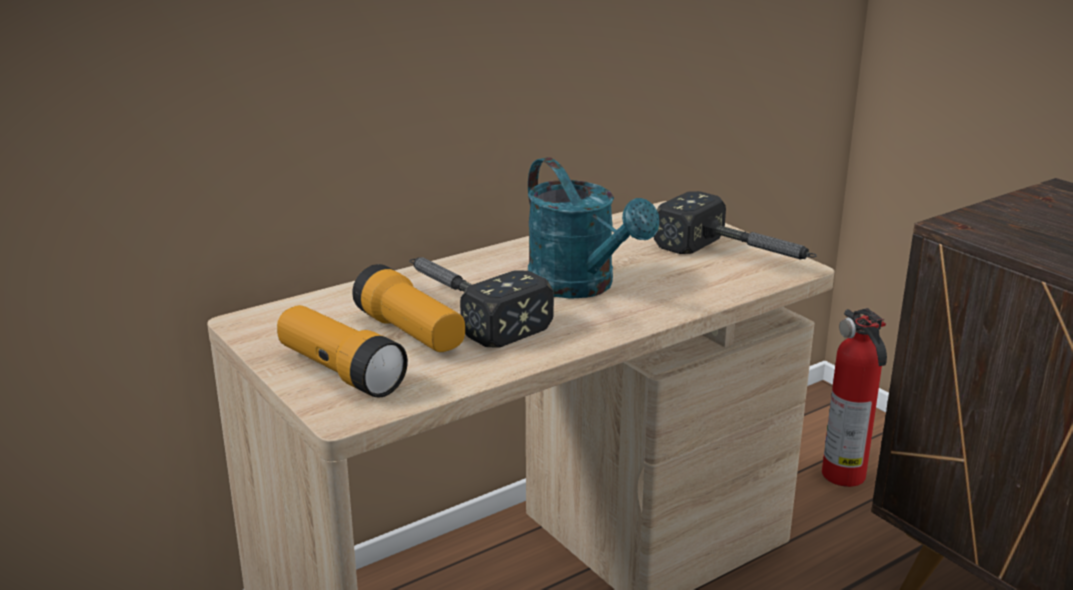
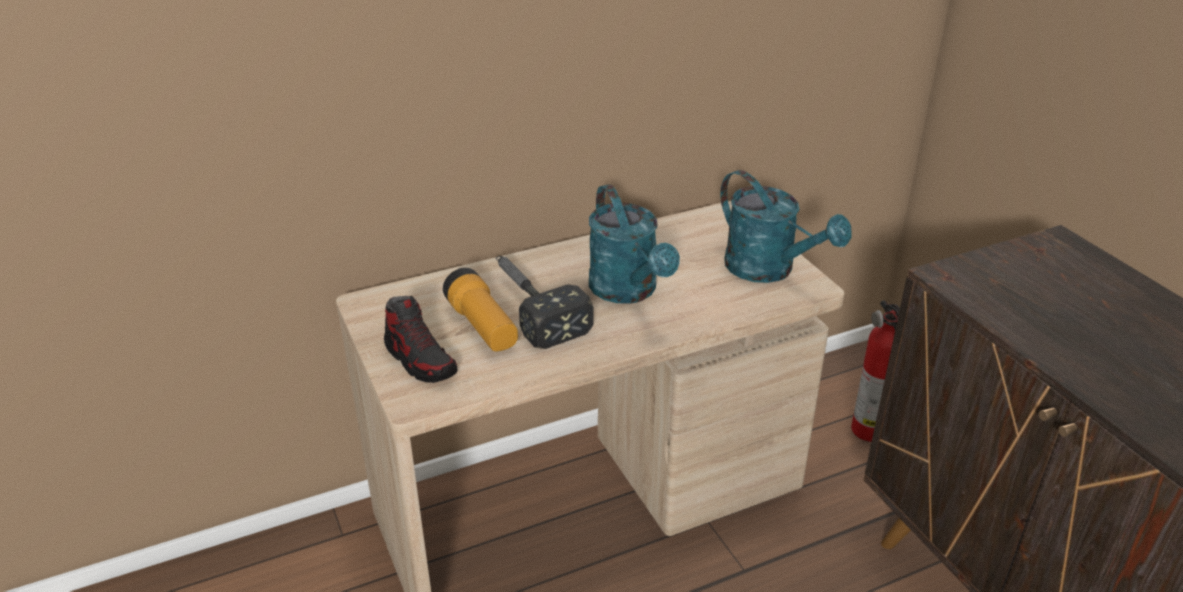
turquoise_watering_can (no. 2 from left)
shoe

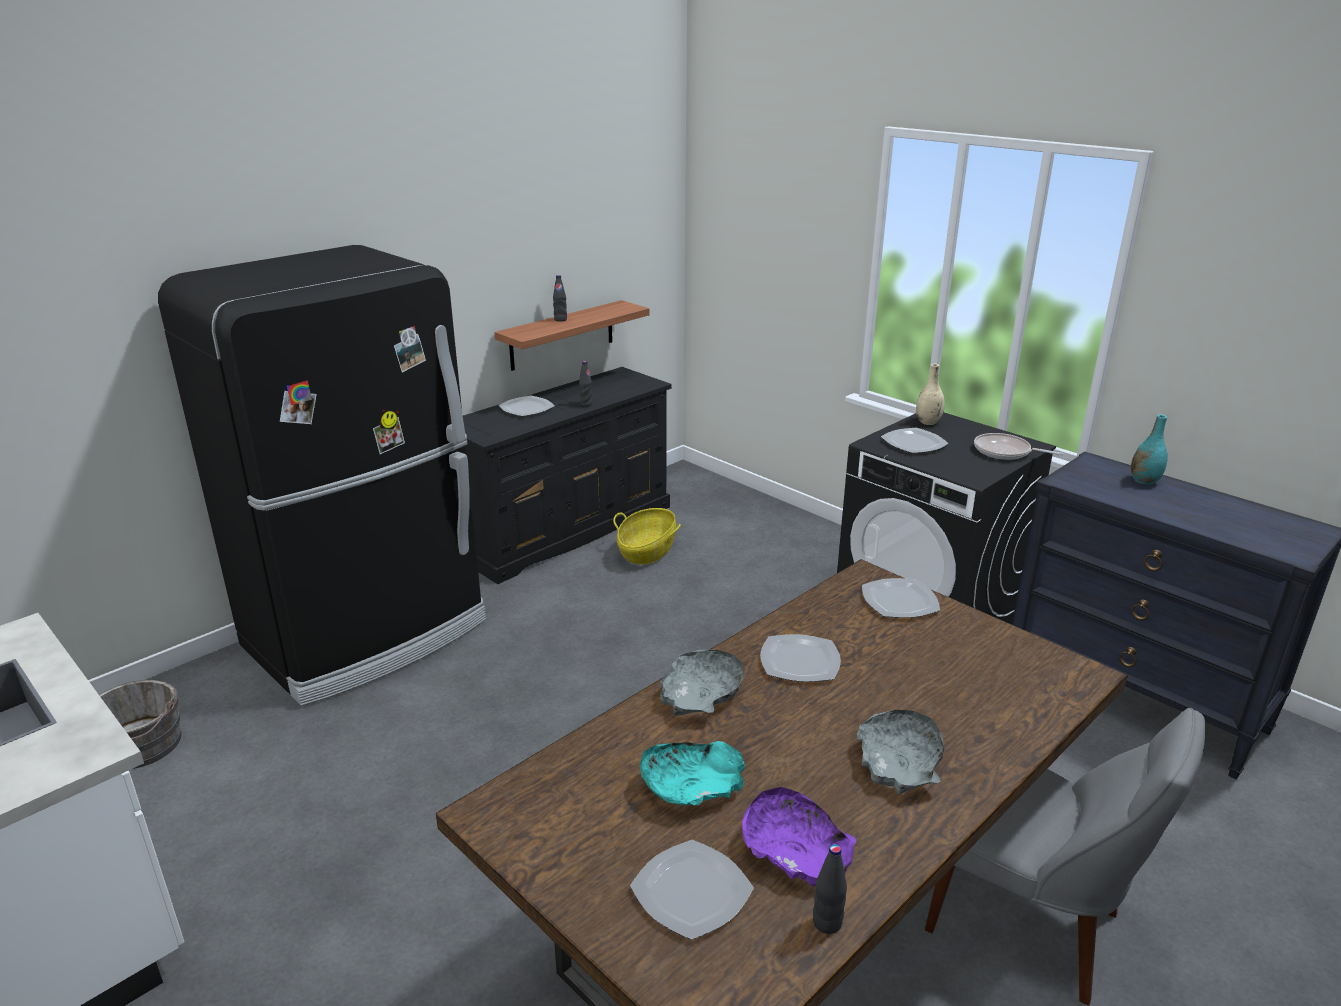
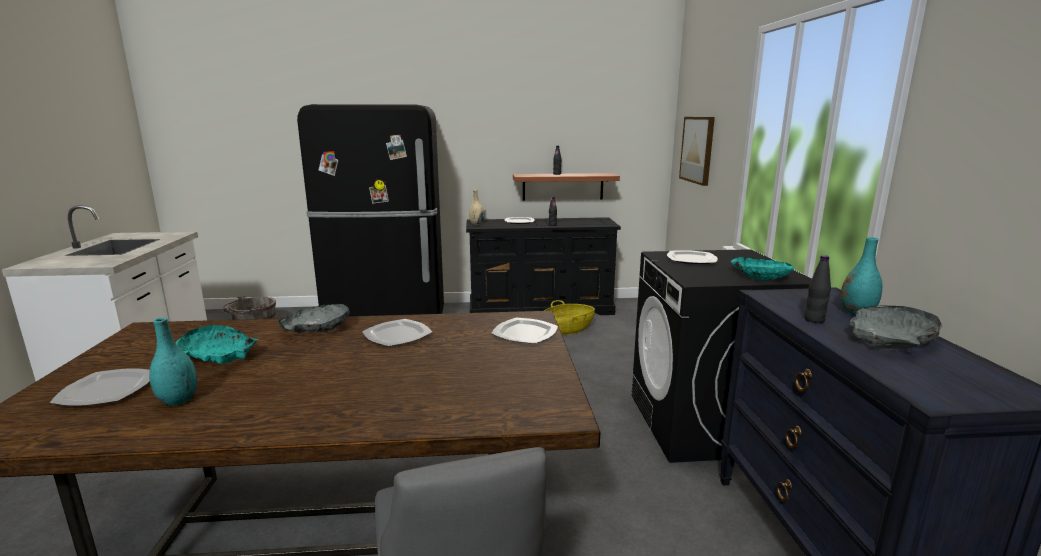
beige_vase
turquoise_bowl (no. 2 from left)
grey_bowl (no. 2 from left)
turquoise_vase (no. 1 from left)
black_bottle (no. 3 from left)
picture

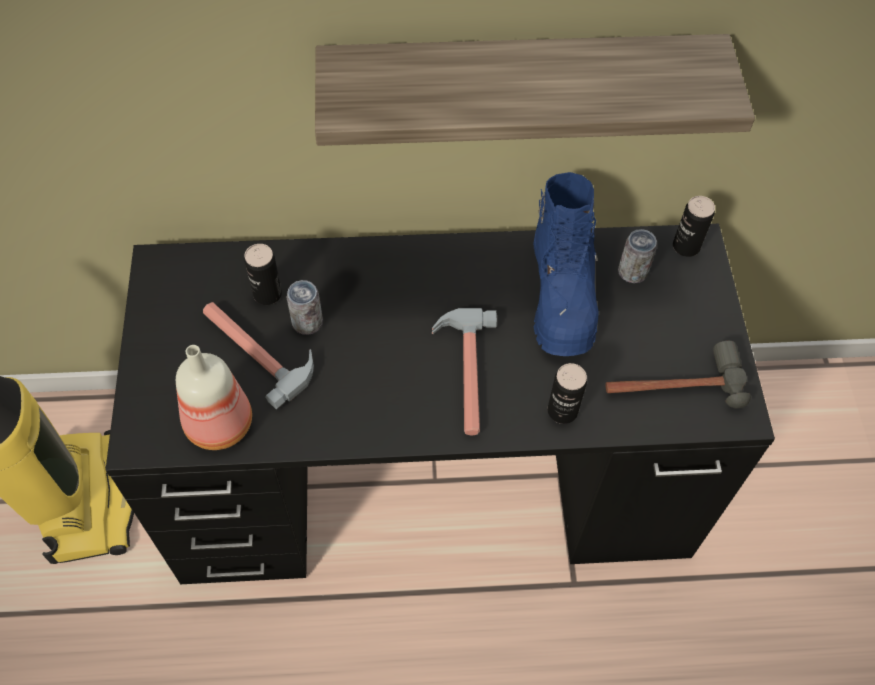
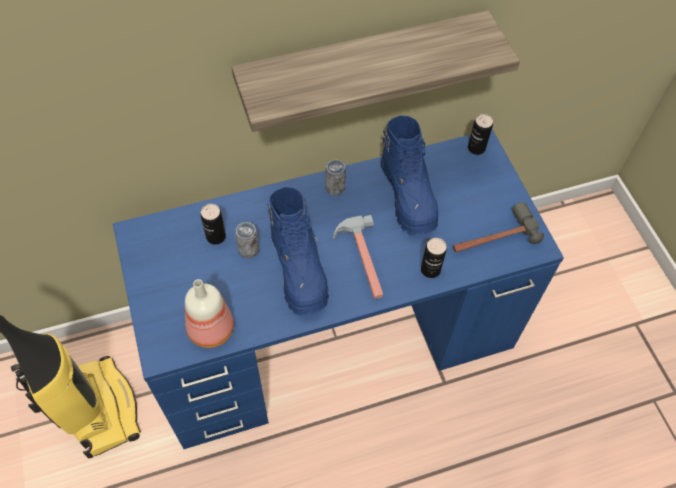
blue_desk
can (no. 3 from left)
hammer (no. 1 from left in the first image)
blue_boot (no. 1 from left)

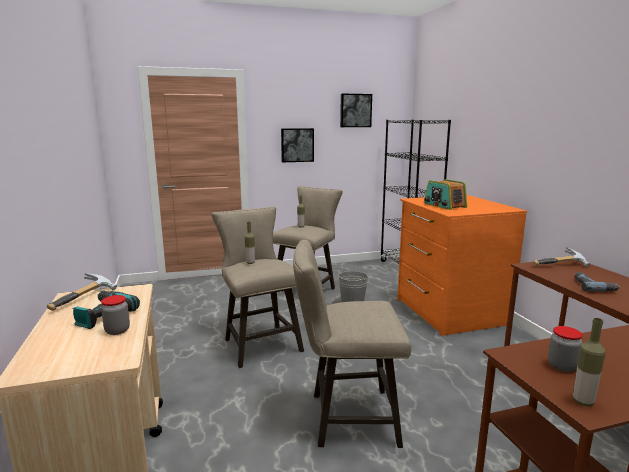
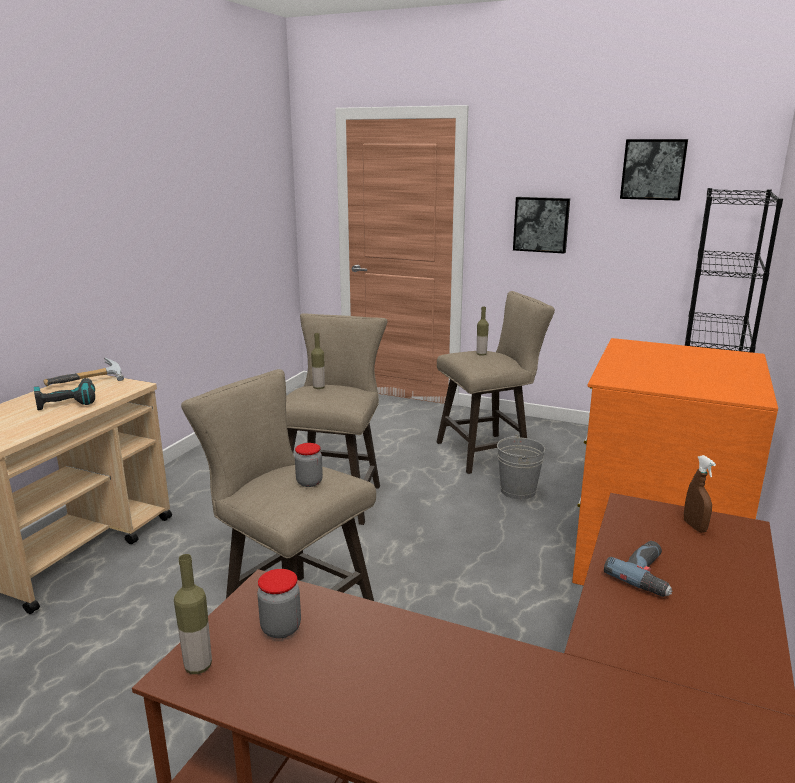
radio
brown_spray_bottle
jar (no. 2 from left)

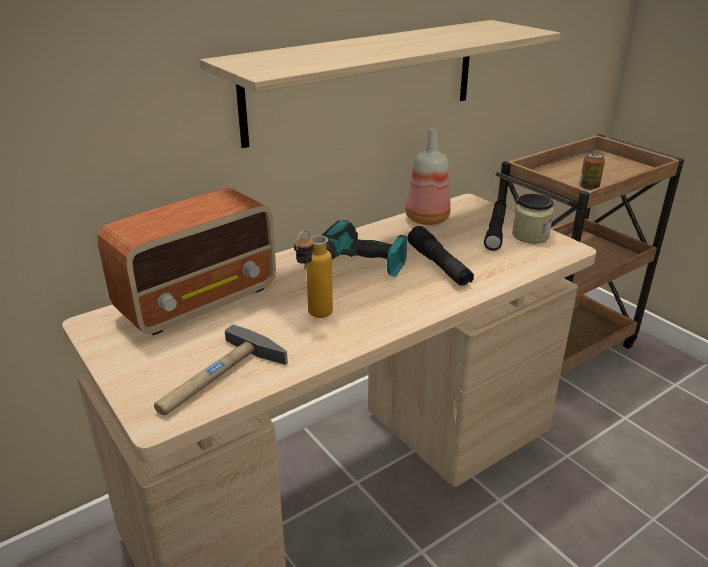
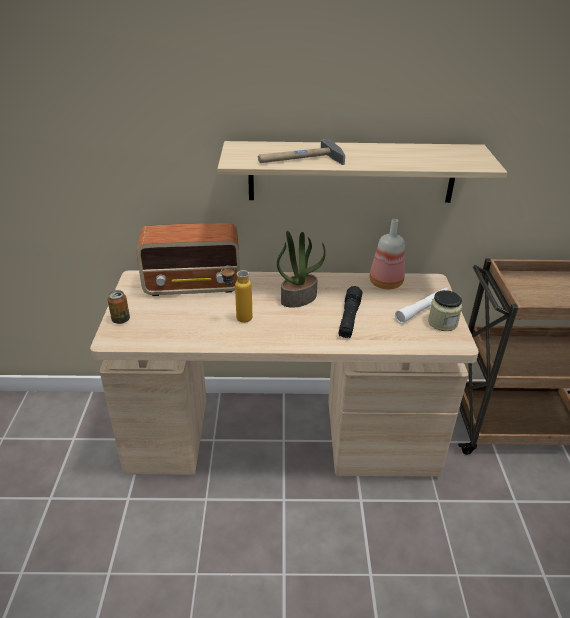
can
white_flashlight
potted_plant
hammer

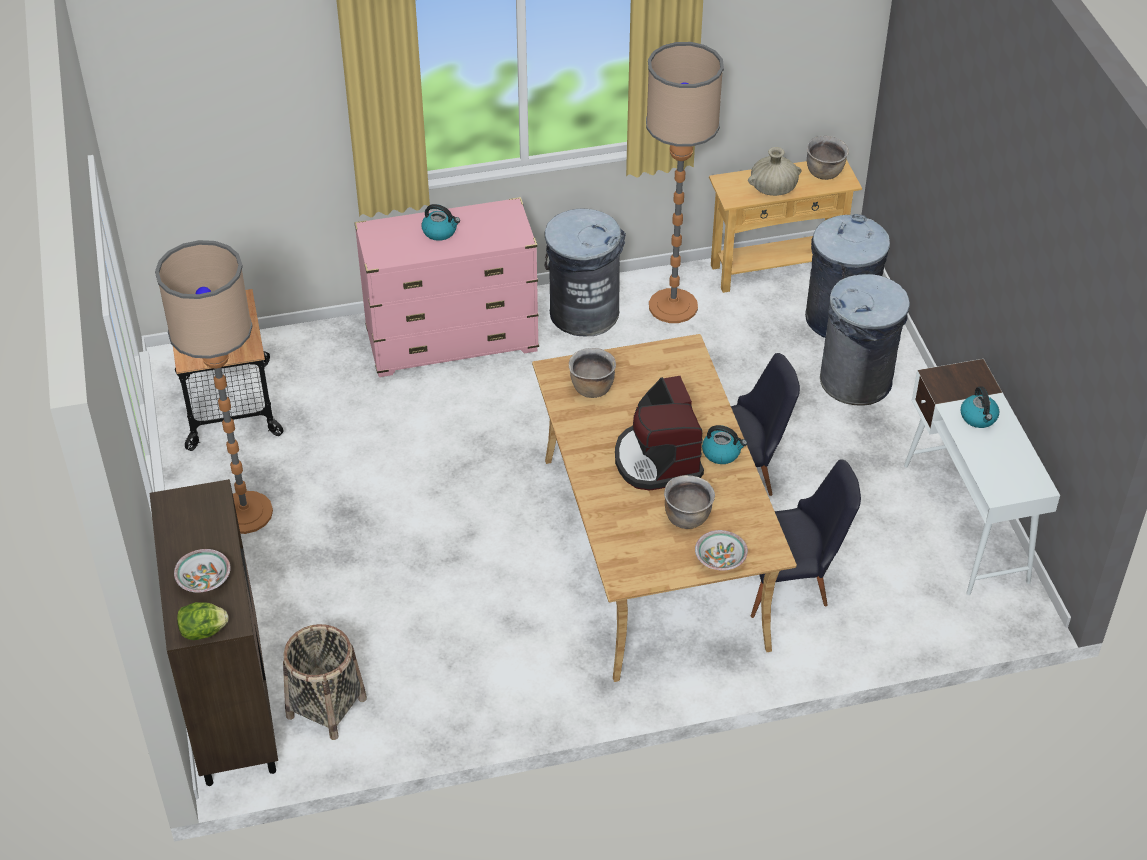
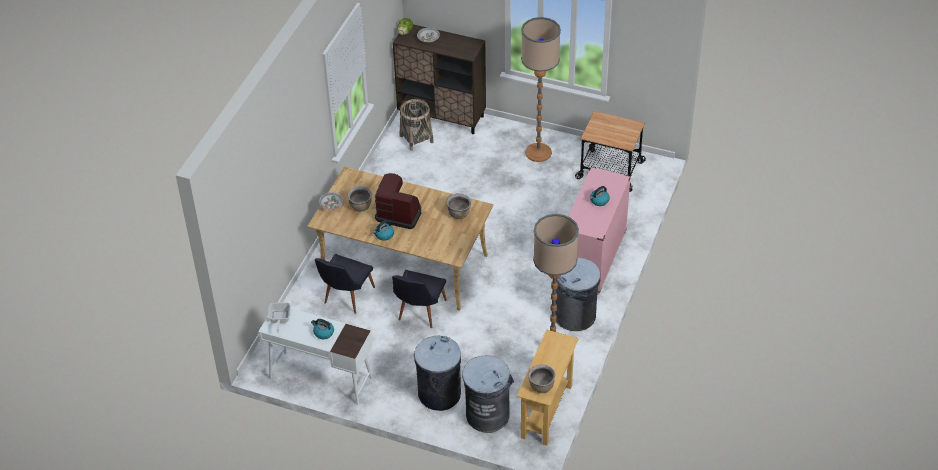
beige_vase
frying_pan

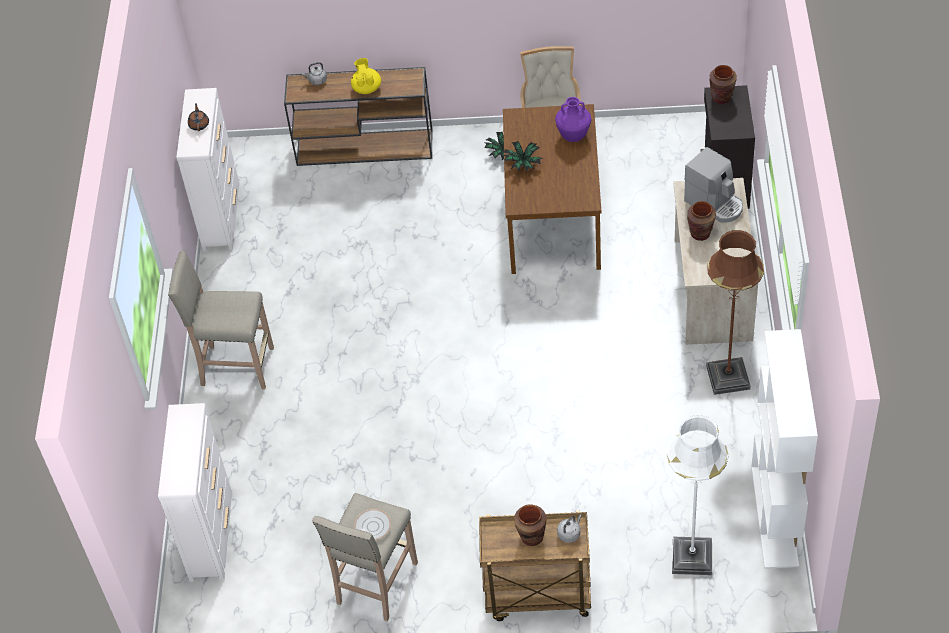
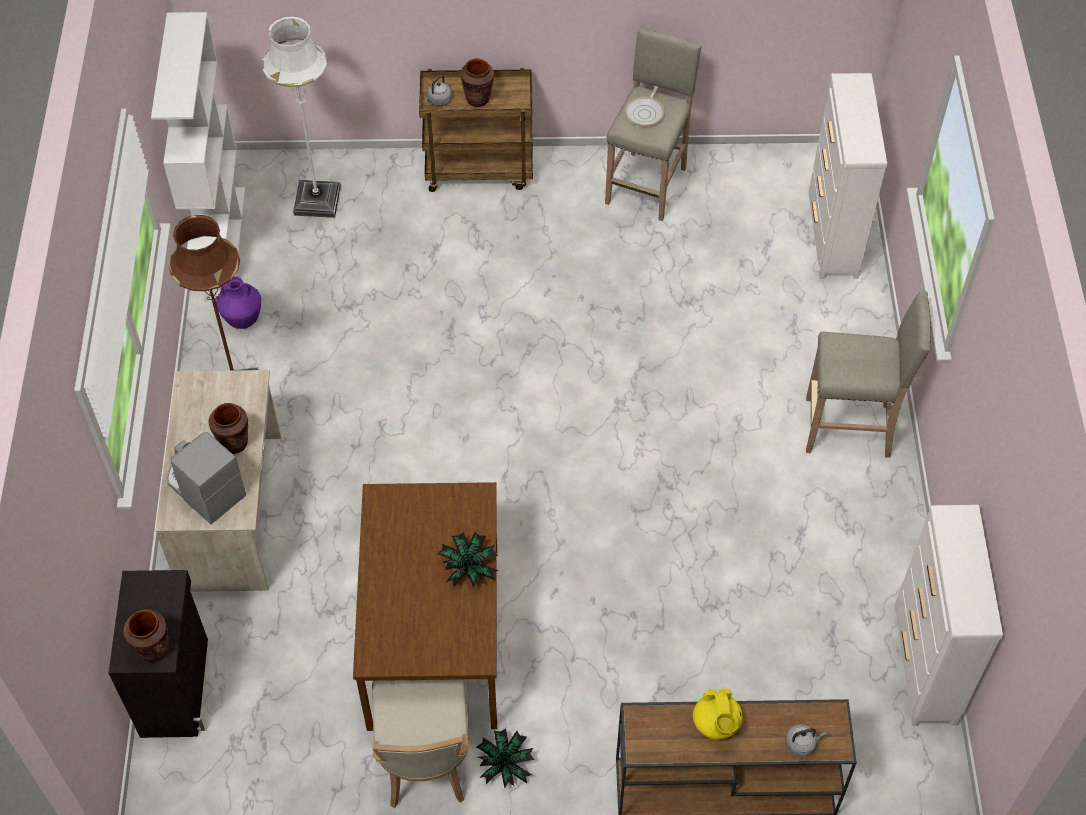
purple_vase
brown_teapot

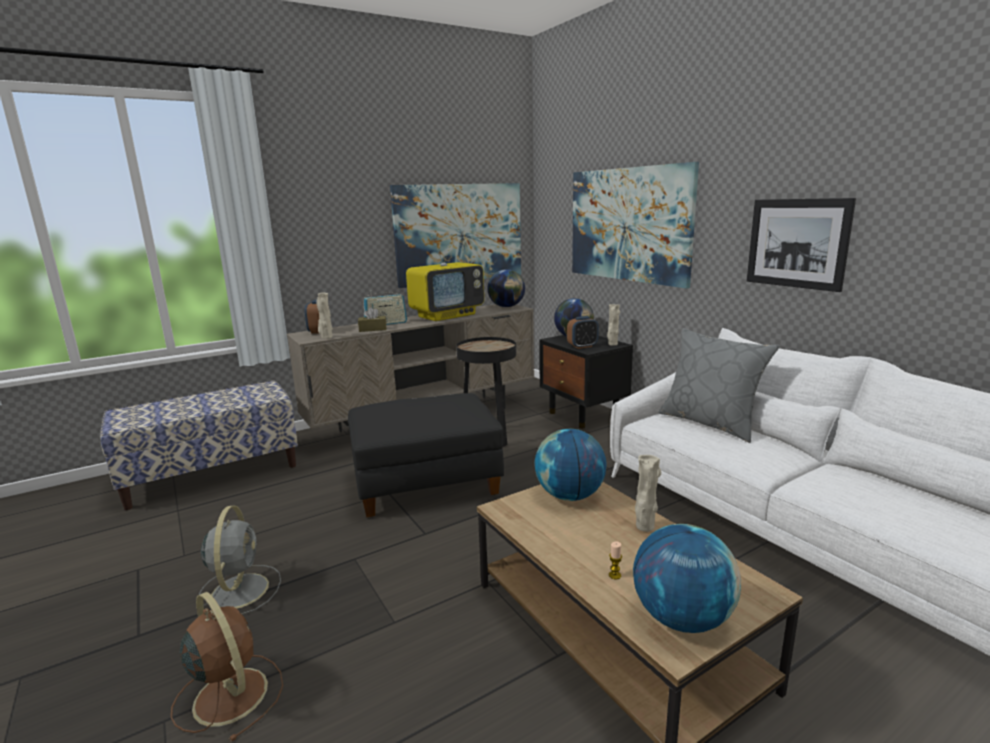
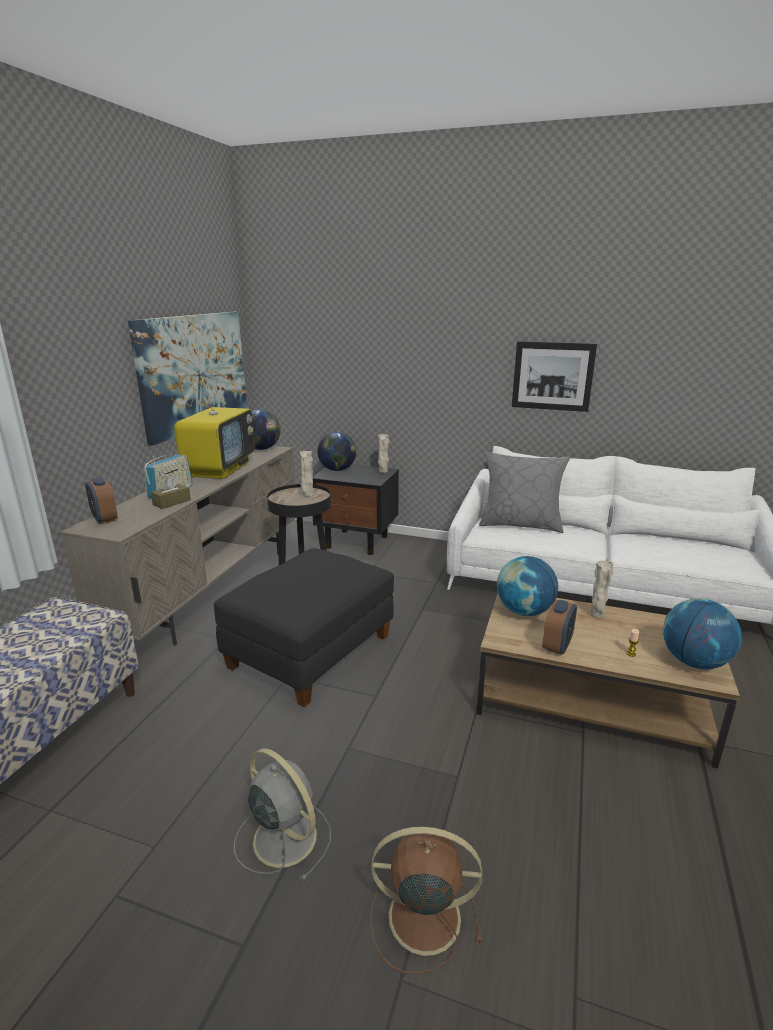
picture (no. 2 from left in the first image)
beige_vase (no. 1 from left)
alarm_clock (no. 2 from left)

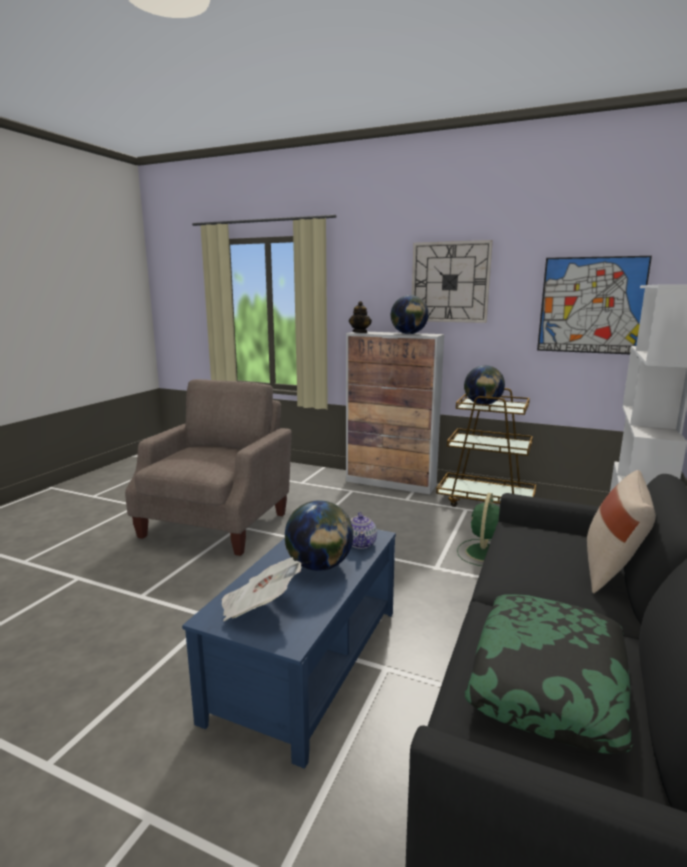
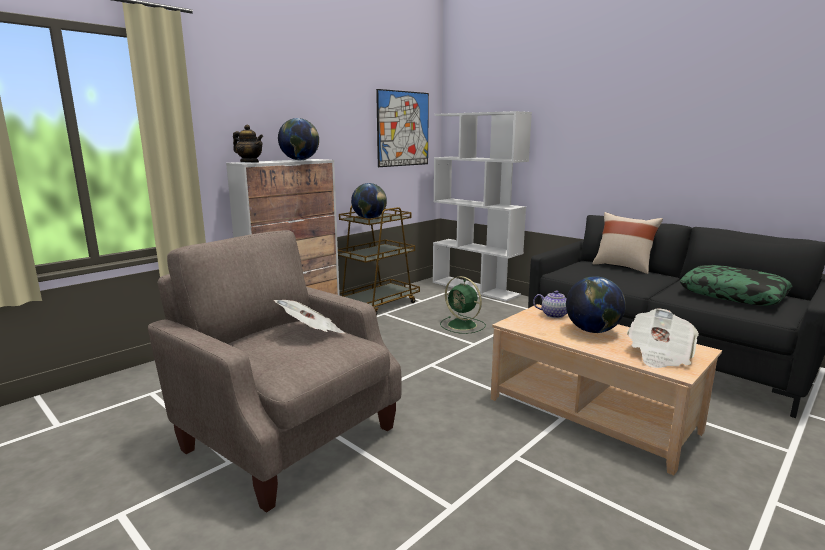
wall_clock
beige_coffee_table
newspaper (no. 1 from left)

